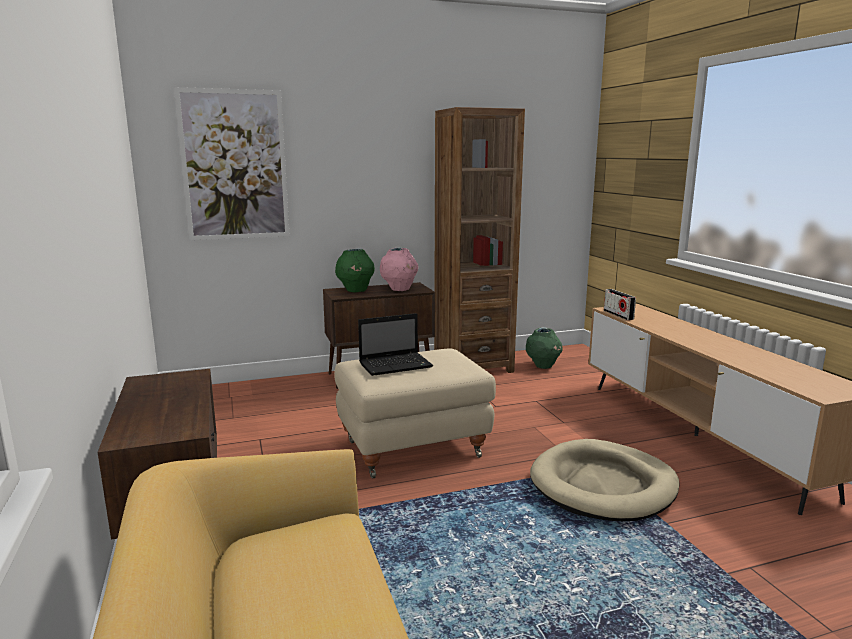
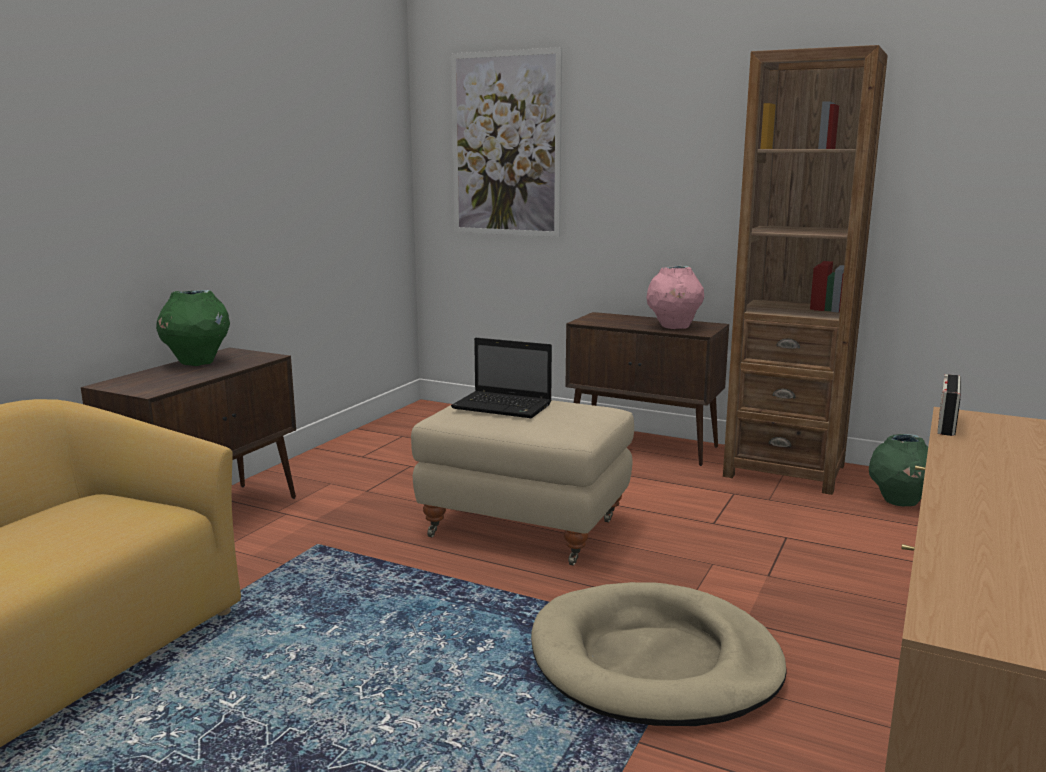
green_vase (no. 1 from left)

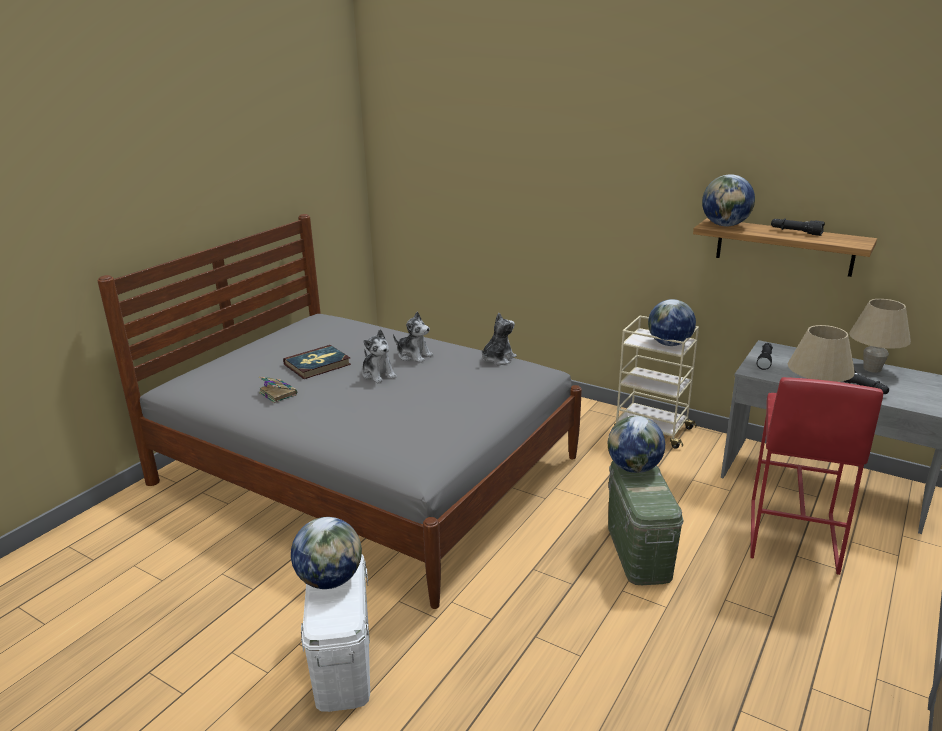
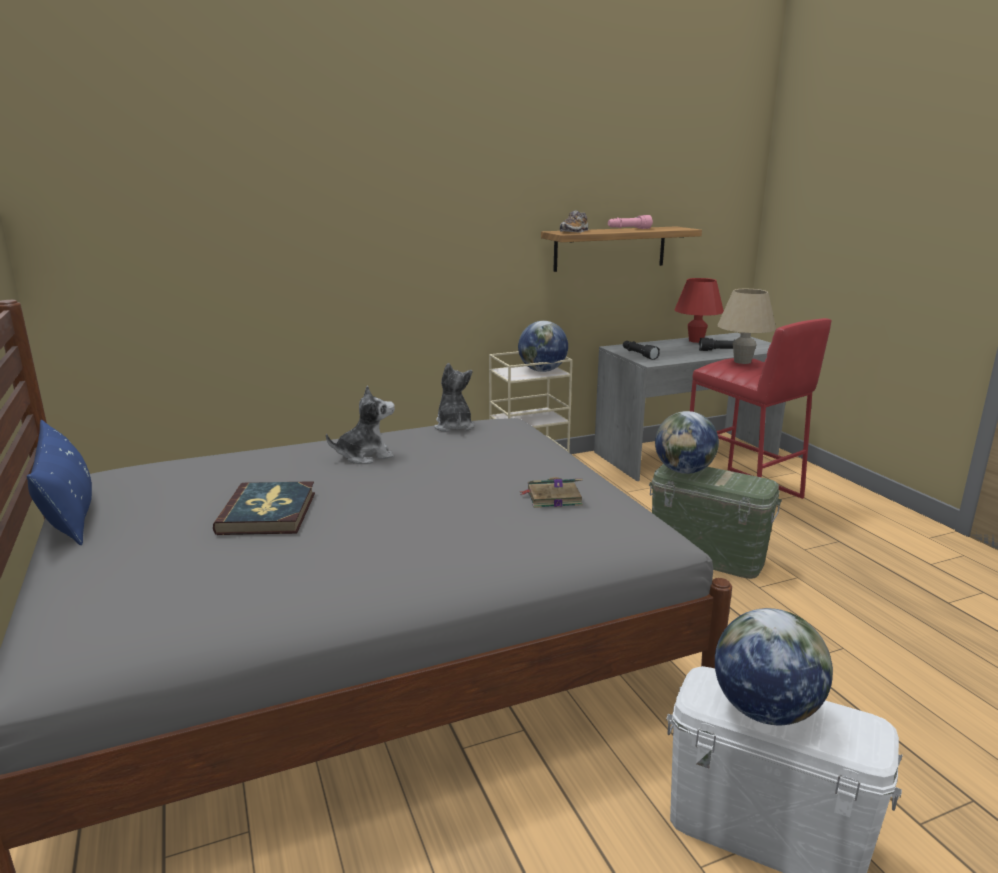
shoe
pink_flashlight
red_table_lamp
plush_toy (no. 1 from left in the first image)
book (no. 2 from left)
blue_pillow

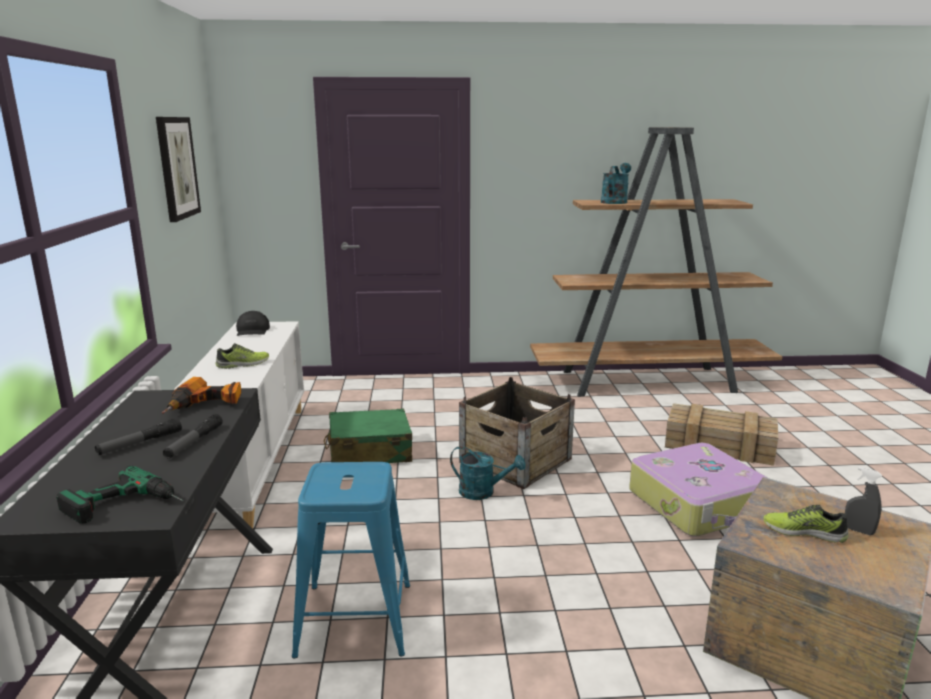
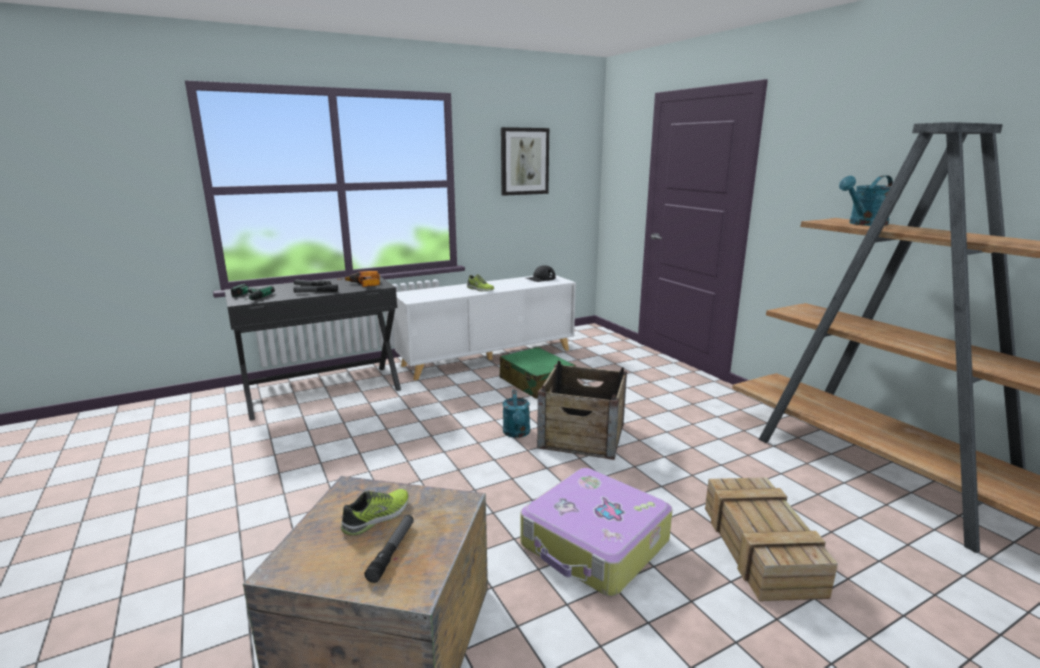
turquoise_watering_can (no. 2 from left)
blue_stool
flashlight (no. 3 from left)
shoe (no. 1 from left)

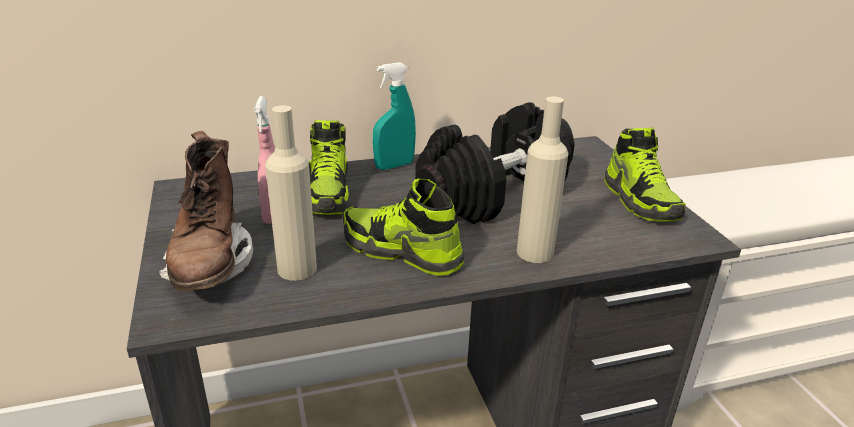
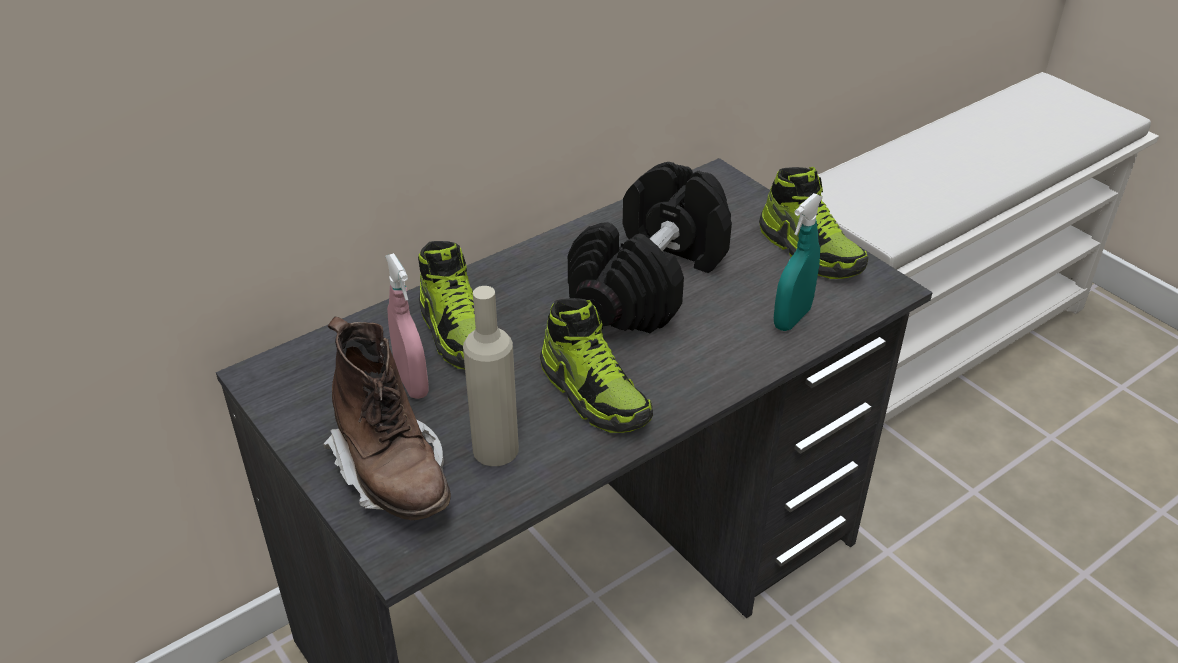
turquoise_spray_bottle
beige_bottle (no. 2 from left in the first image)
shoe (no. 2 from left)

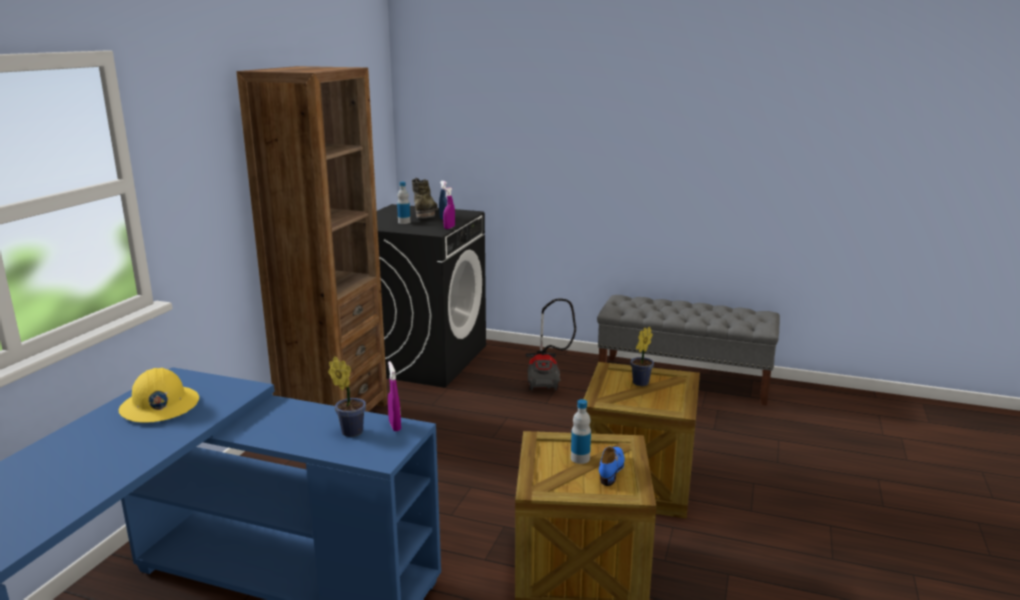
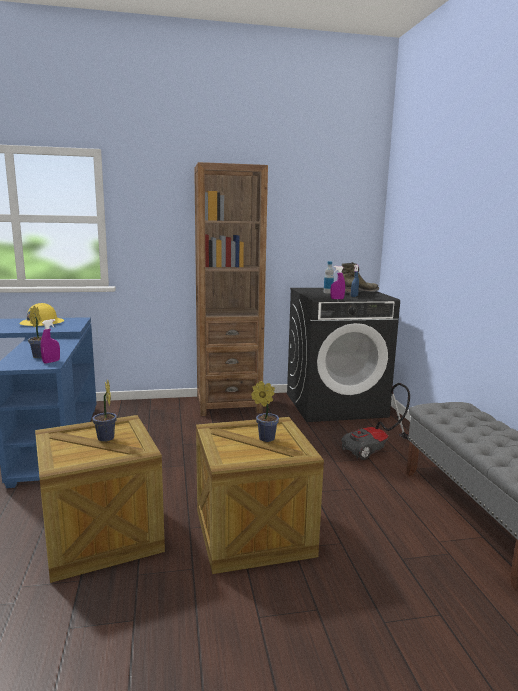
potted_plant (no. 2 from left)
blue_shoe

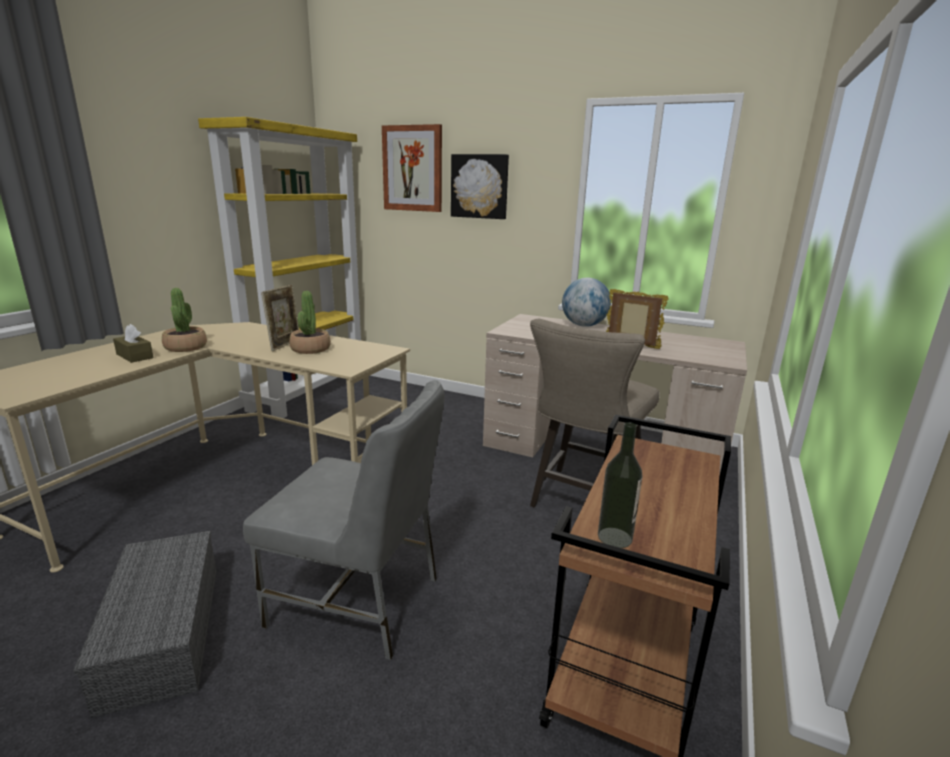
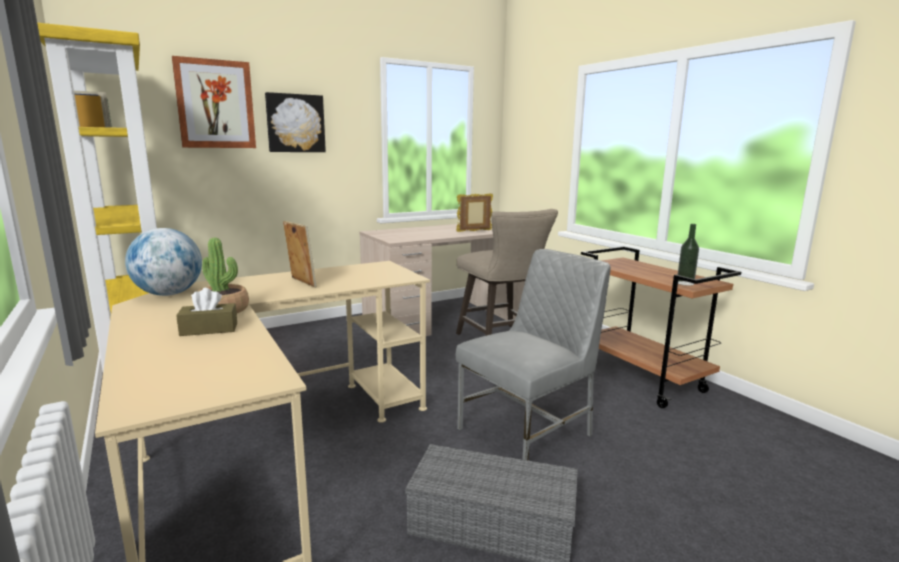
globe
potted_plant (no. 2 from left in the first image)

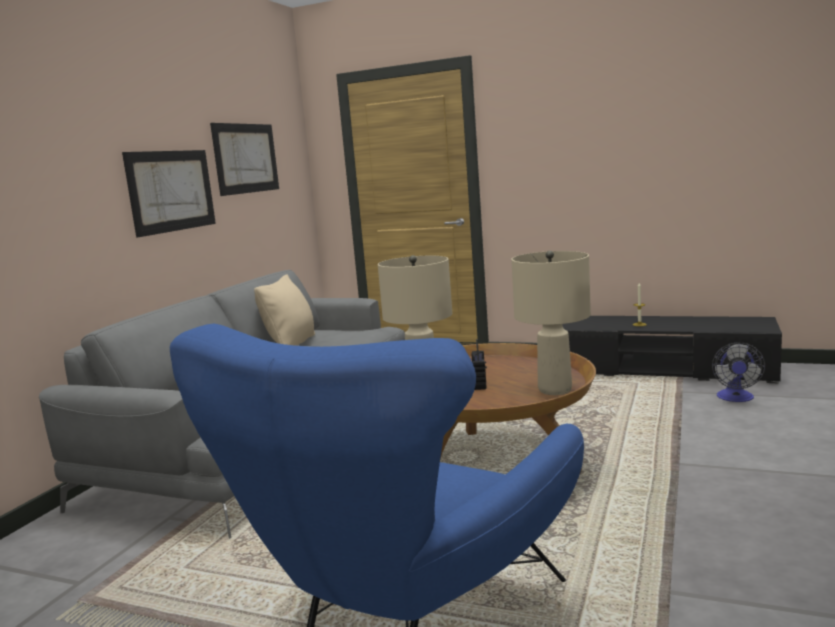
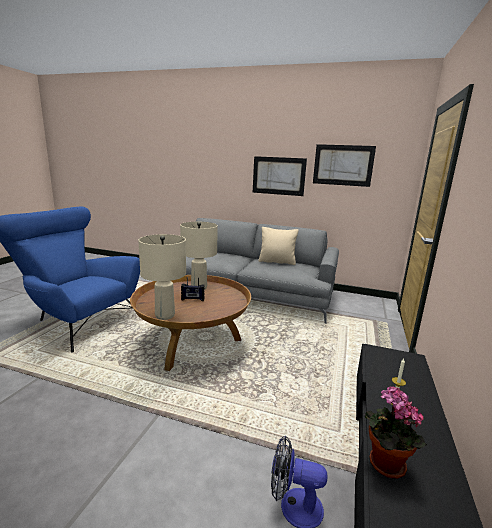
potted_plant

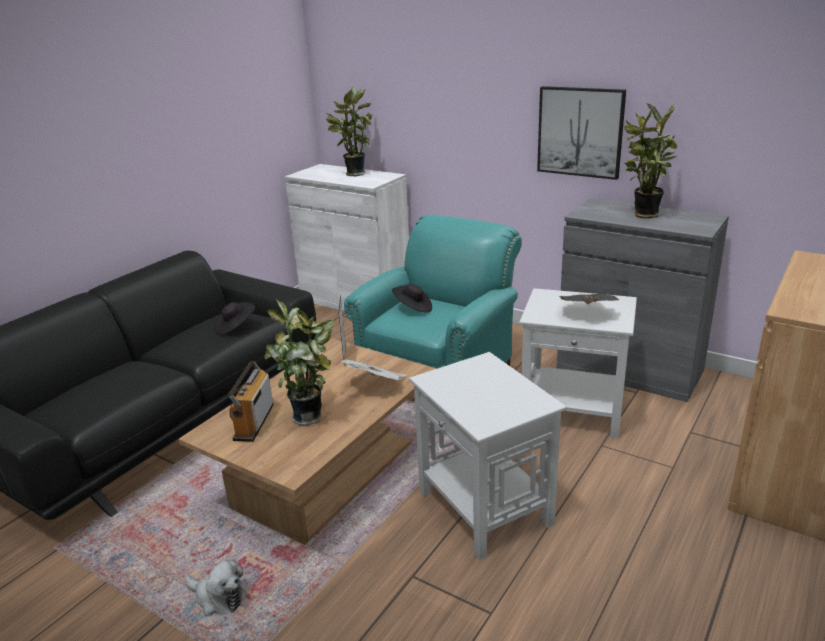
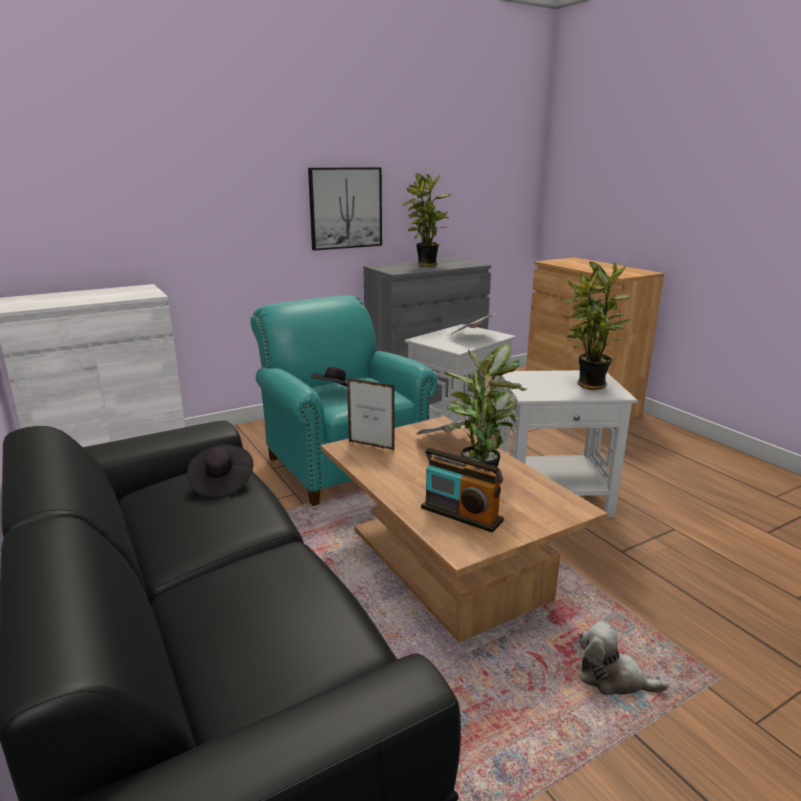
potted_plant (no. 3 from left)
plush_toy

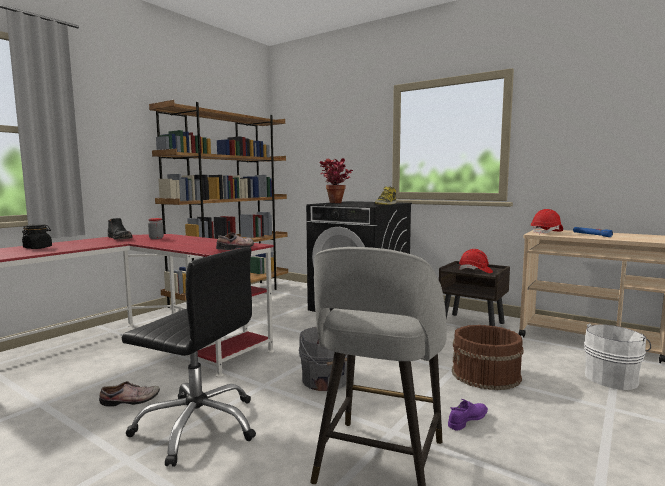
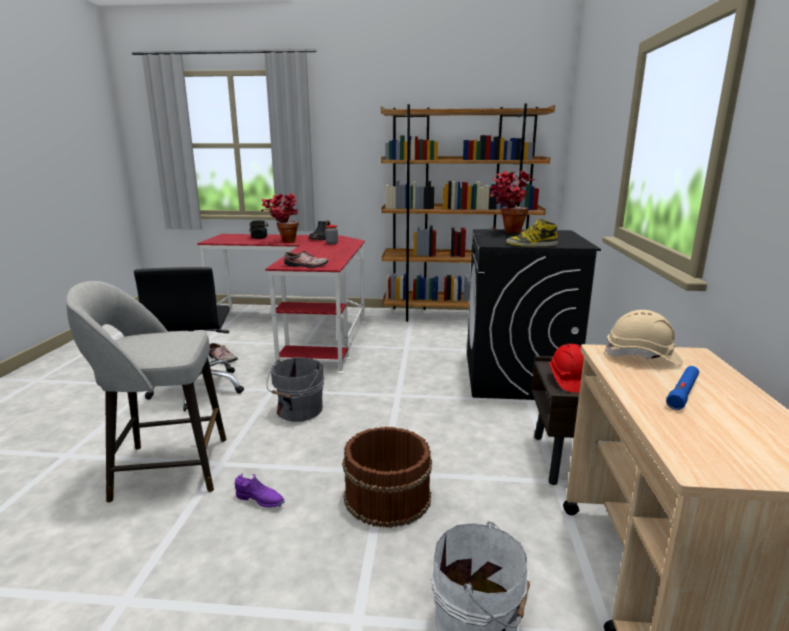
beige_hard_hat
potted_plant (no. 1 from left)

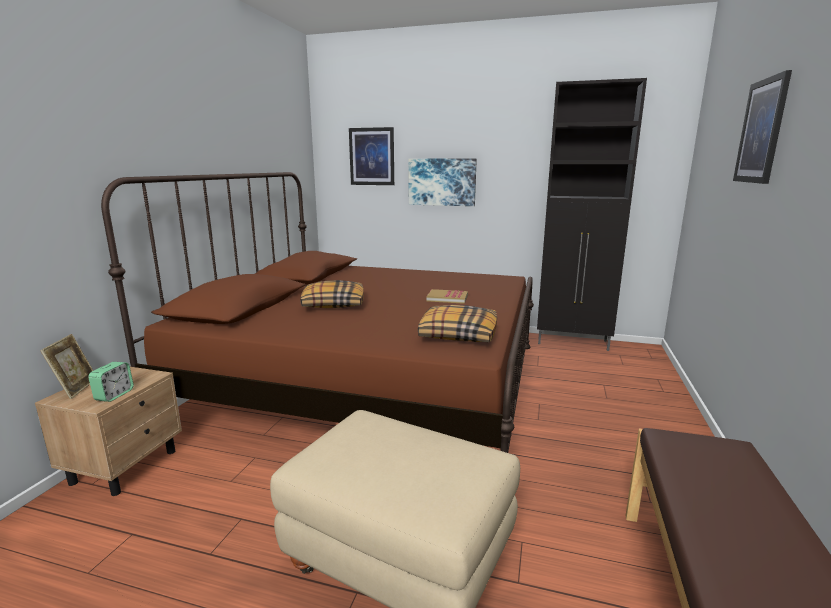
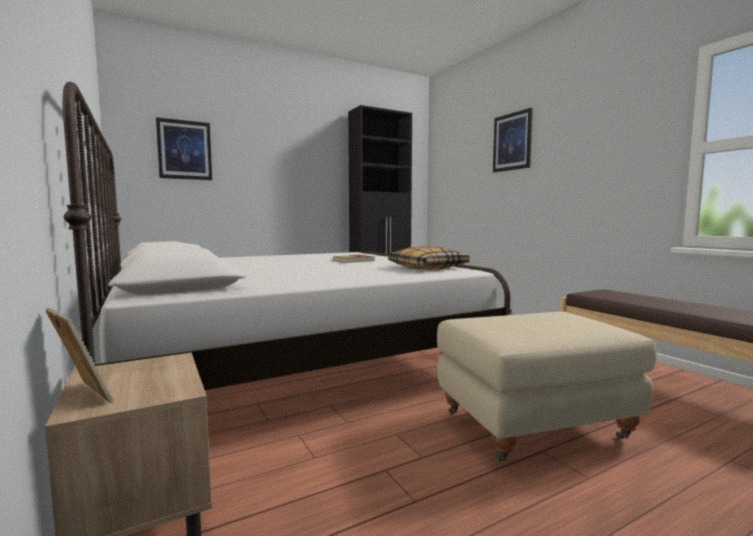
picture (no. 2 from left in the first image)
white_bed
pillow (no. 1 from left in the first image)
alarm_clock

